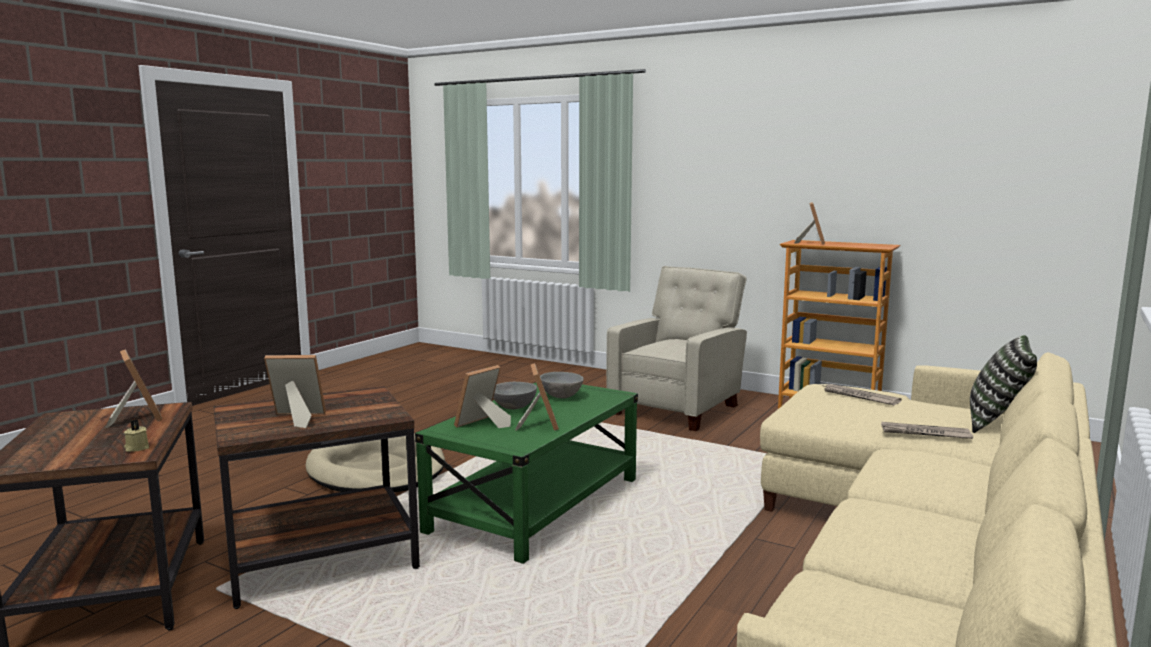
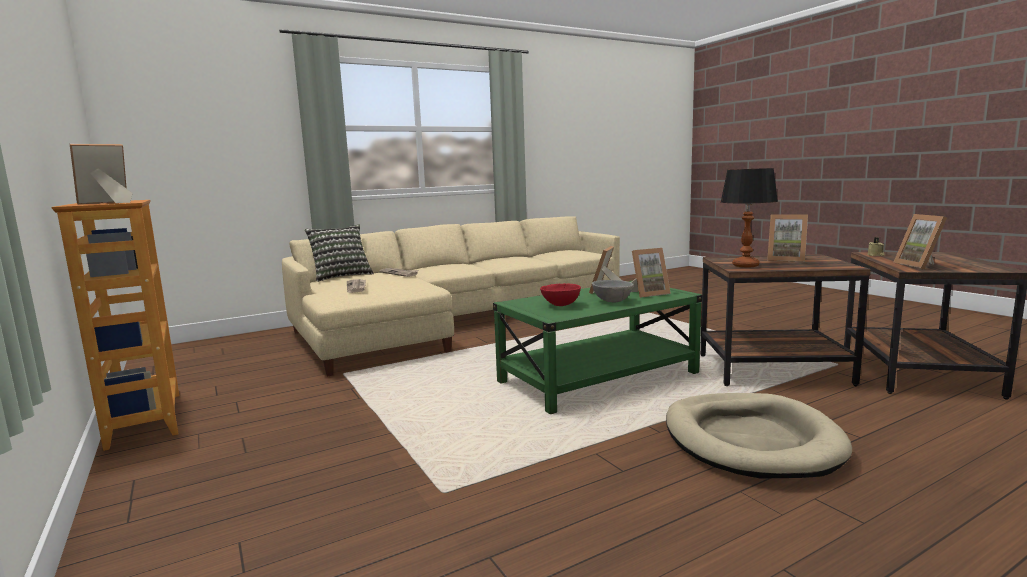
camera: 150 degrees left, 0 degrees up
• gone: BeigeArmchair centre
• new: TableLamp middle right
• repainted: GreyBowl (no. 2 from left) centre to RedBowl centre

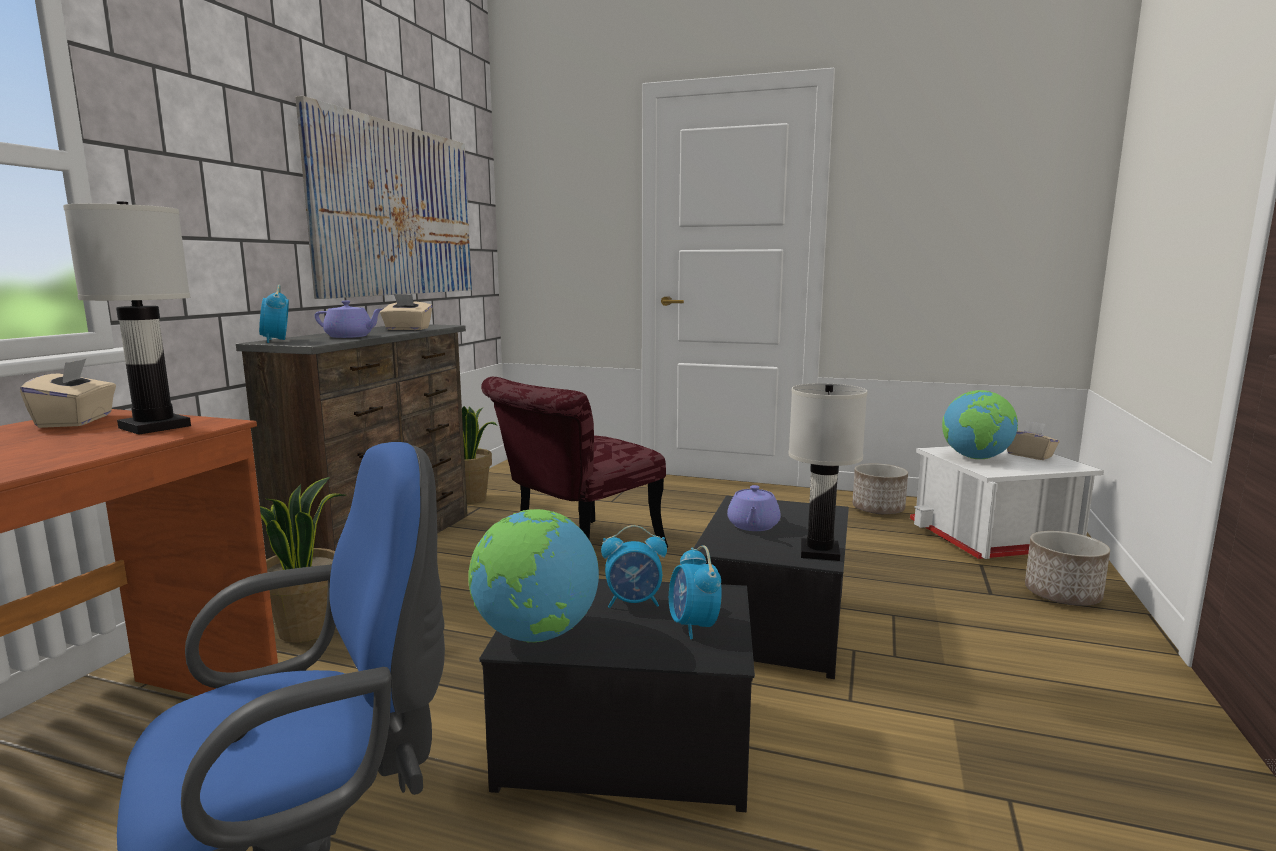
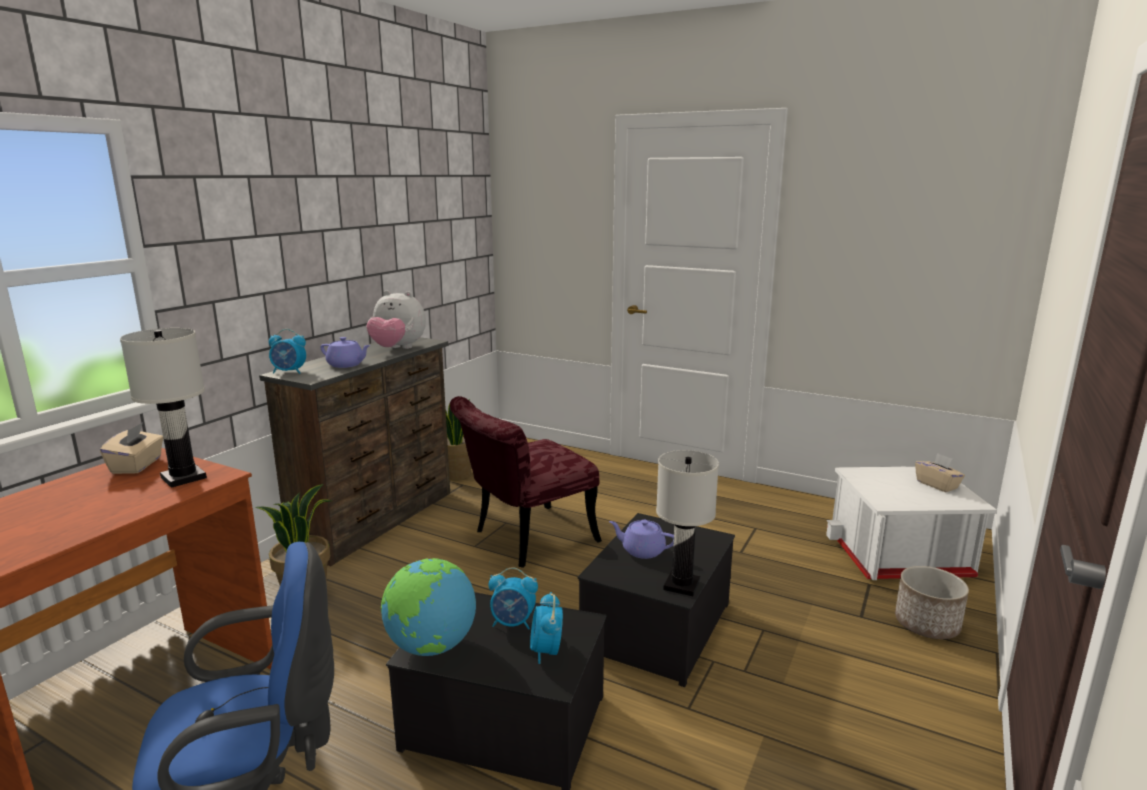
camera: 10 degrees right, 5 degrees up
• gone: Picture top left
• gone: Planter (no. 1 from left) middle right
• gone: Globe (no. 2 from left) middle right
• swapped: BeigeTissueBox (no. 2 from left) middle left to PlushToy centre
• rotated: AlarmClock (no. 1 from left) middle left = middle left 75 degrees counterclockwise
• rotated: PurpleTeapot (no. 2 from left) centre = bottom centre 90 degrees clockwise

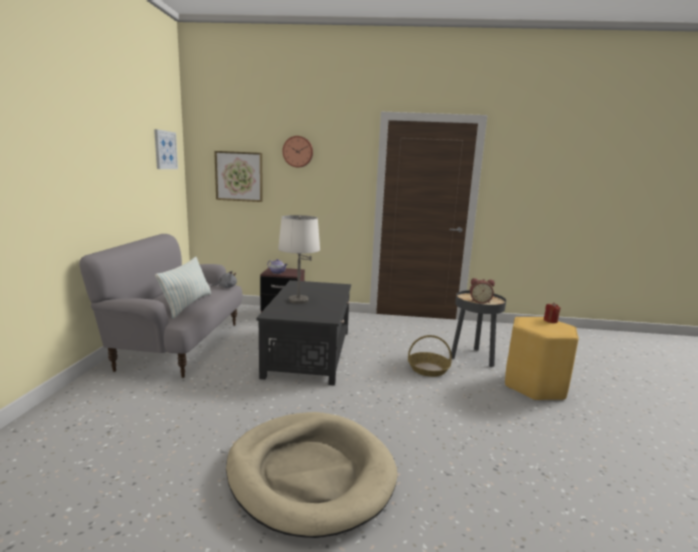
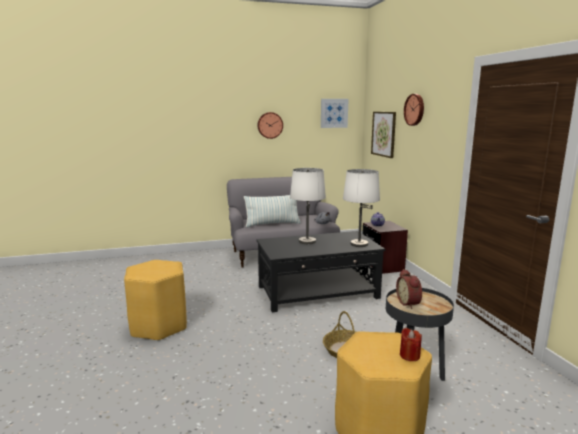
camera: 70 degrees right, 0 degrees up
• new: WallClock (no. 1 from left) top centre
• new: WhiteTableLamp (no. 2 from left) centre
• swapped: BeigeDogBed bottom centre to YellowStool (no. 1 from left) bottom left

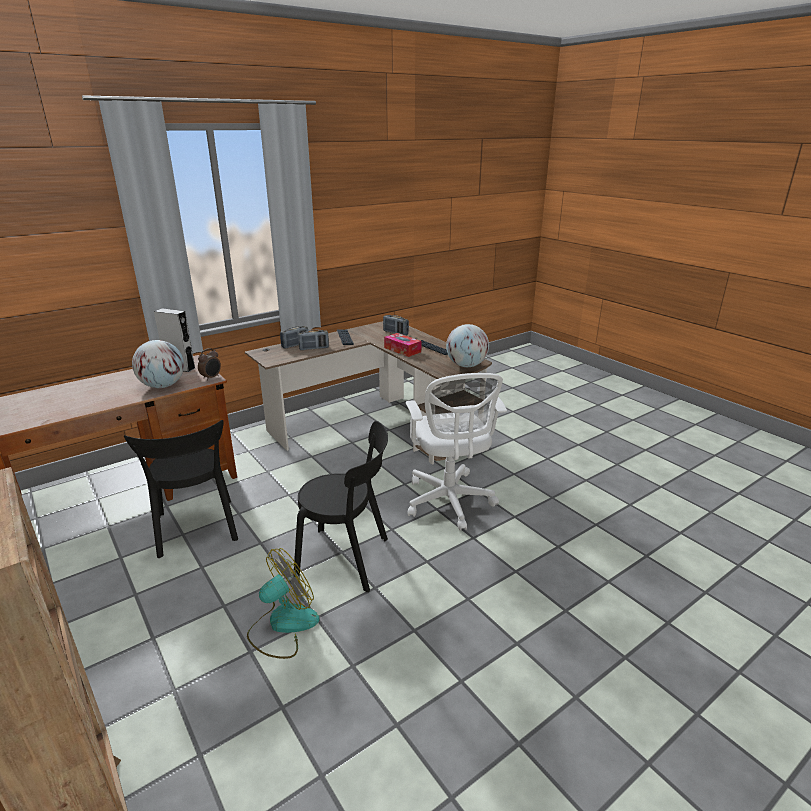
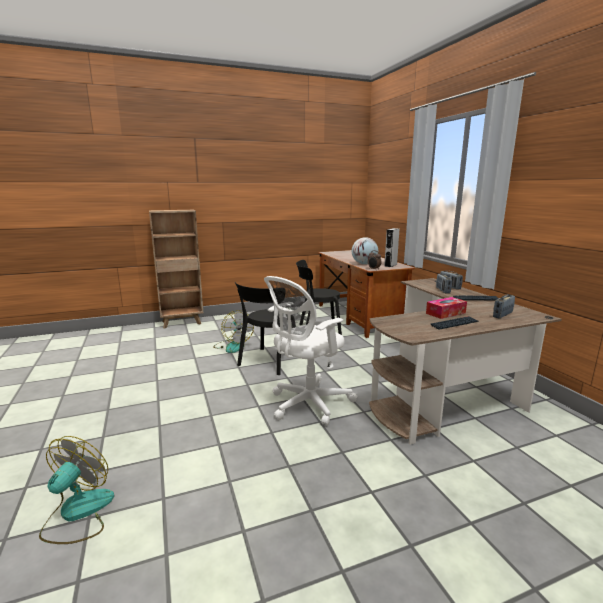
camera: 105 degrees right, 10 degrees down
• gone: Globe (no. 2 from left) centre
• new: Fan (no. 1 from left) bottom left
• rotated: WhiteOfficeChair centre = centre 45 degrees counterclockwise

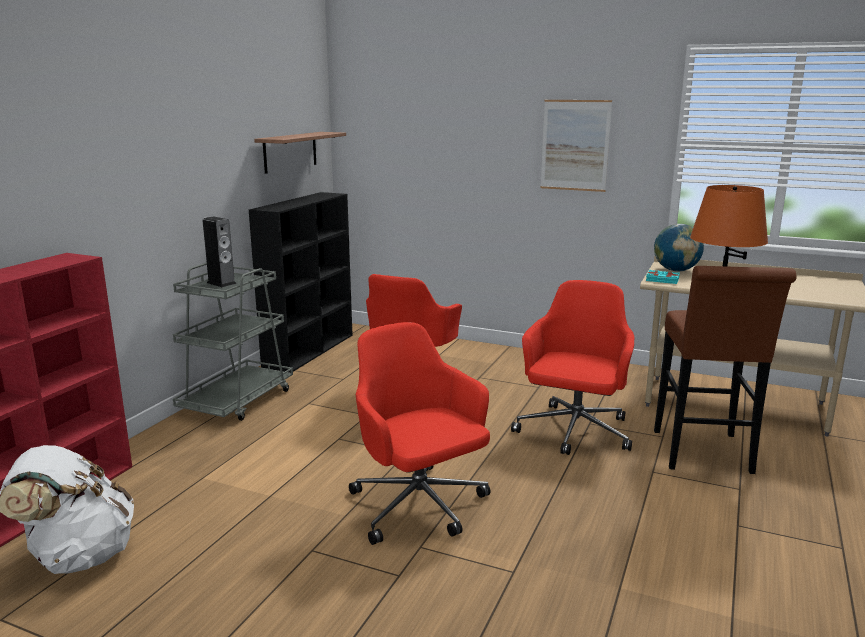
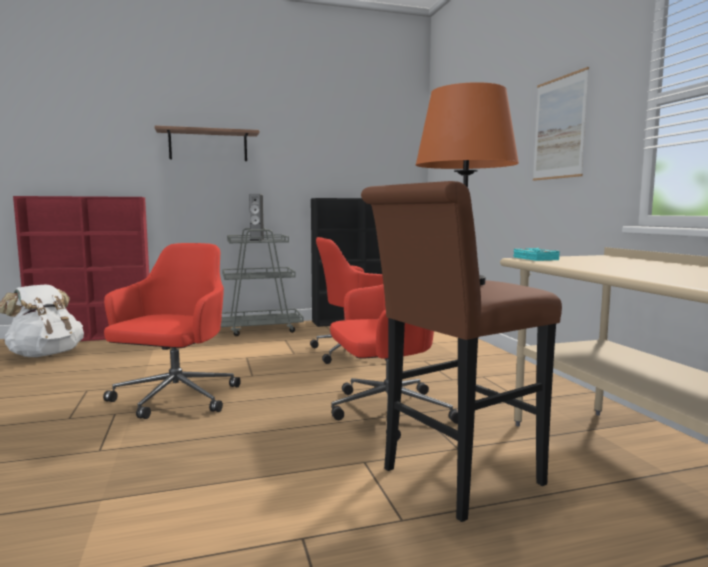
camera: 50 degrees right, 10 degrees down
• gone: Globe middle right
• shifted: Shelf top centre to top left

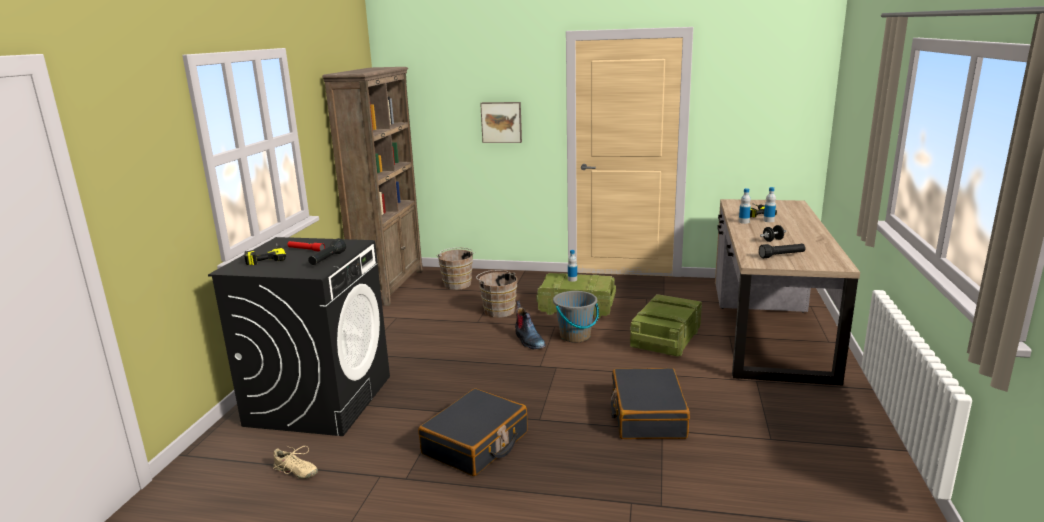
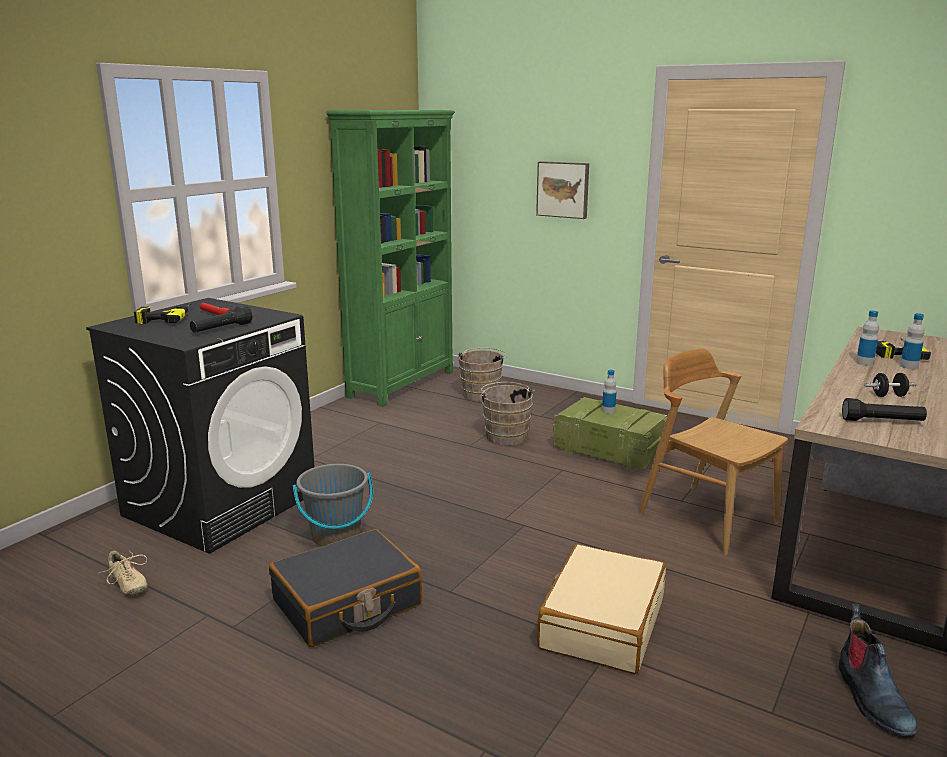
camera: 20 degrees right, 0 degrees up
• shifted: Boot centre to bottom right
• shifted: GreyBucket centre to bottom centre
• swapped: Crate (no. 2 from left) centre to BrownChair middle right
• repainted: BrownBookcase centre to GreenBookcase centre
• repainted: BlackSuitcase (no. 2 from left) bottom centre to BeigeSuitcase bottom centre

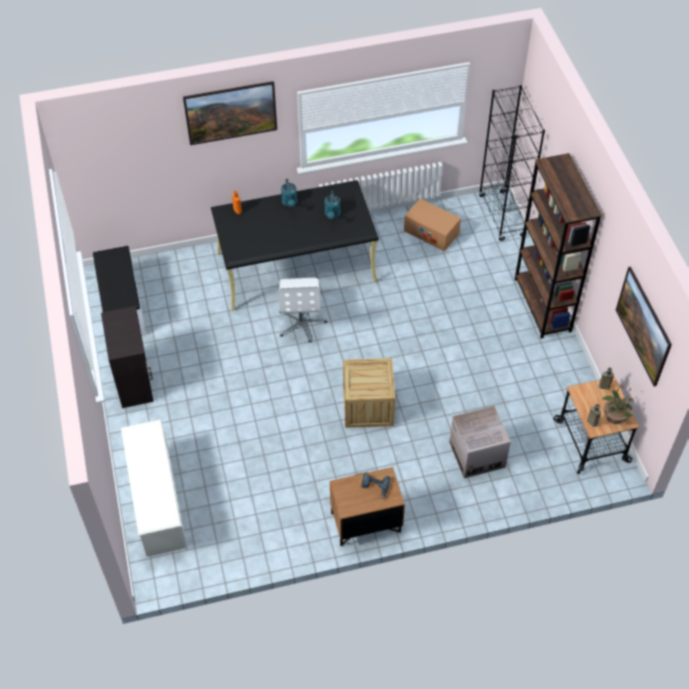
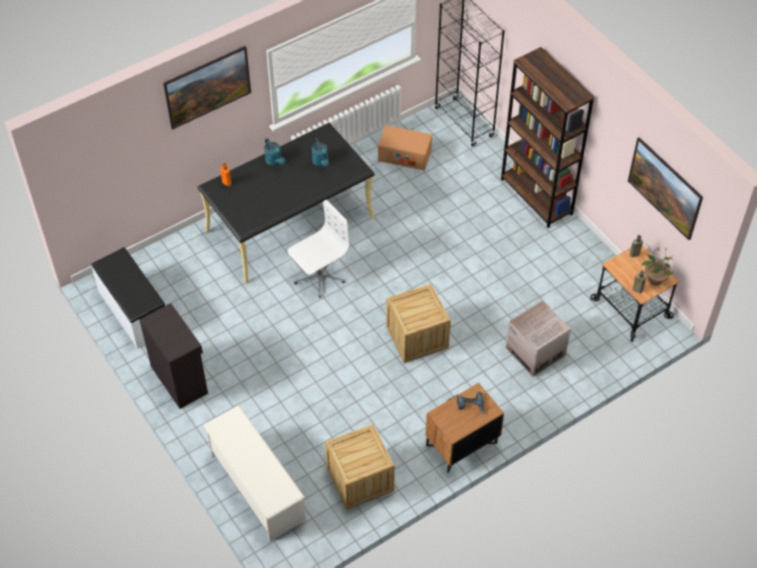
camera: 20 degrees left, 0 degrees up
• new: Crate (no. 1 from left) bottom centre
• rotated: WhiteOfficeChair centre = centre 105 degrees counterclockwise

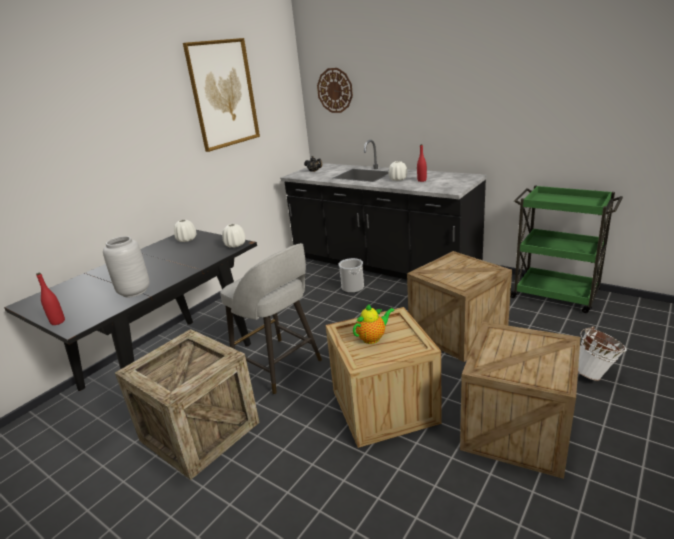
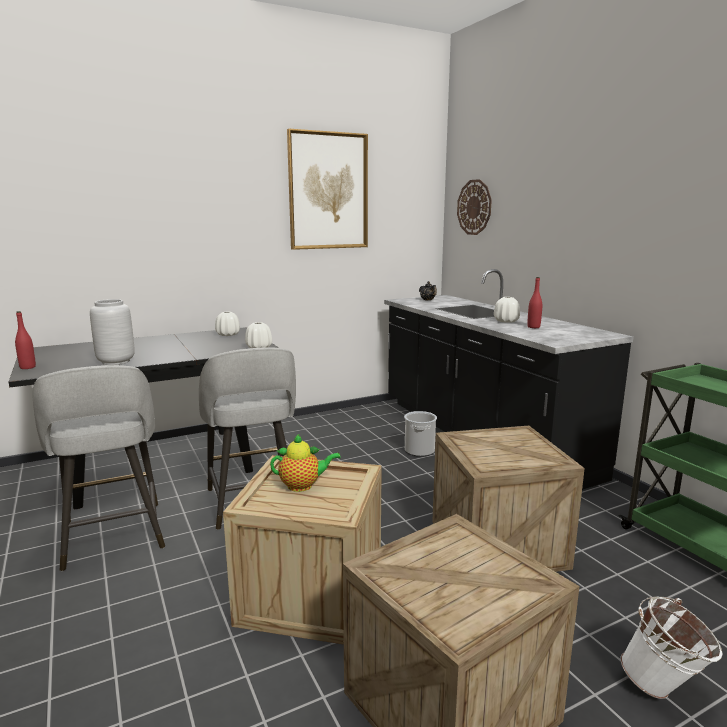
camera: 25 degrees right, 10 degrees down
• swapped: Crate (no. 1 from left) bottom left to GreyStool (no. 1 from left) middle left

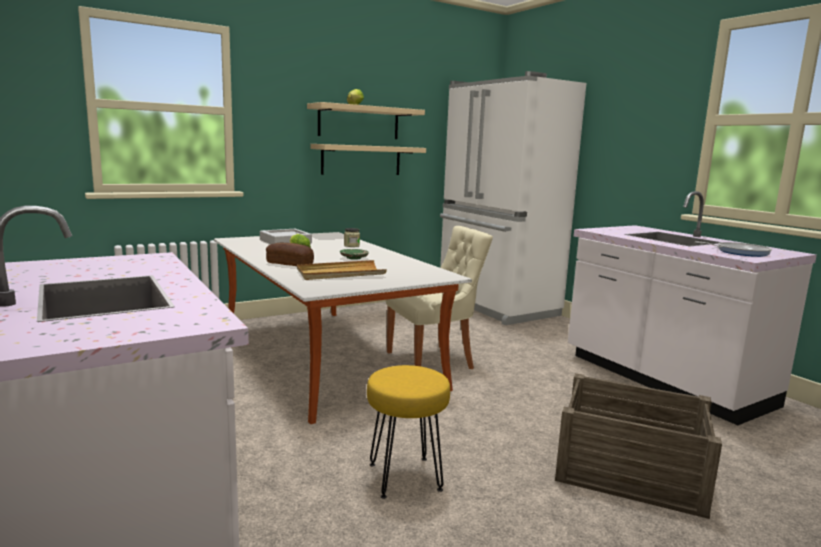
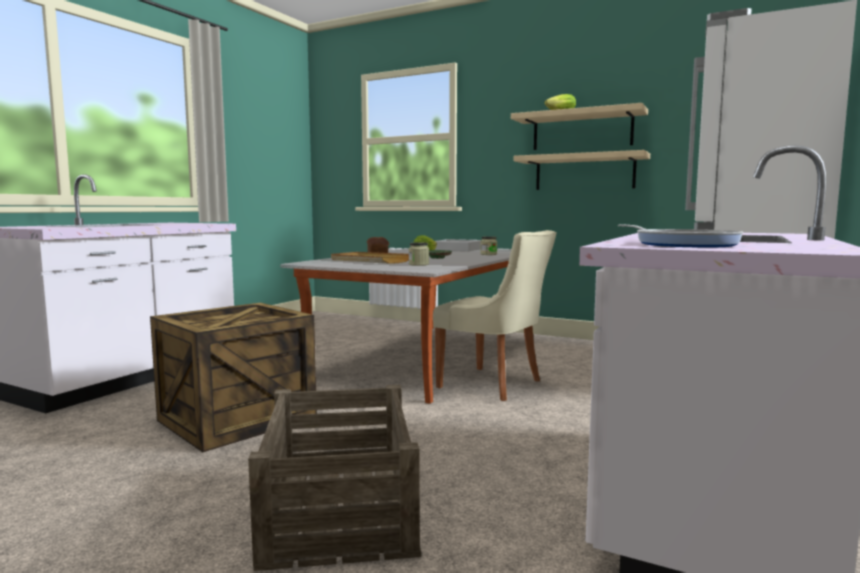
camera: 60 degrees right, 5 degrees down
• new: Jar (no. 1 from left) centre
• swapped: YellowStool bottom centre to Crate (no. 1 from left) middle left

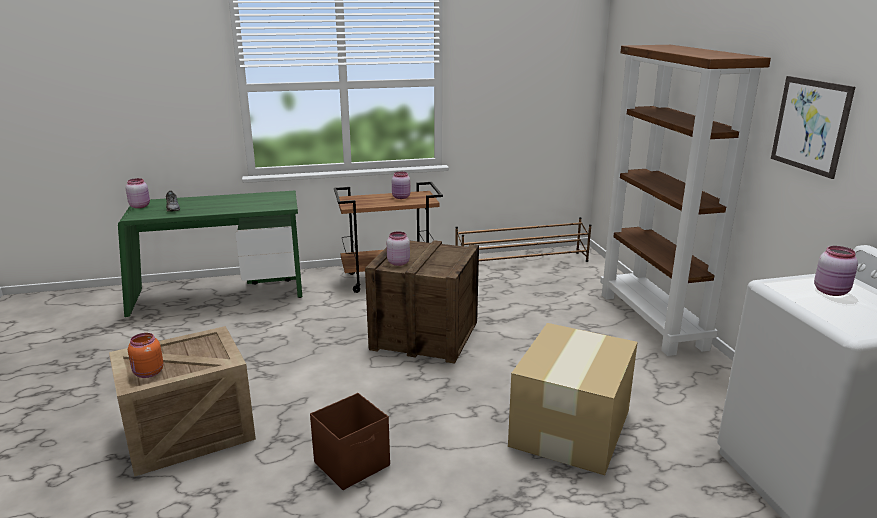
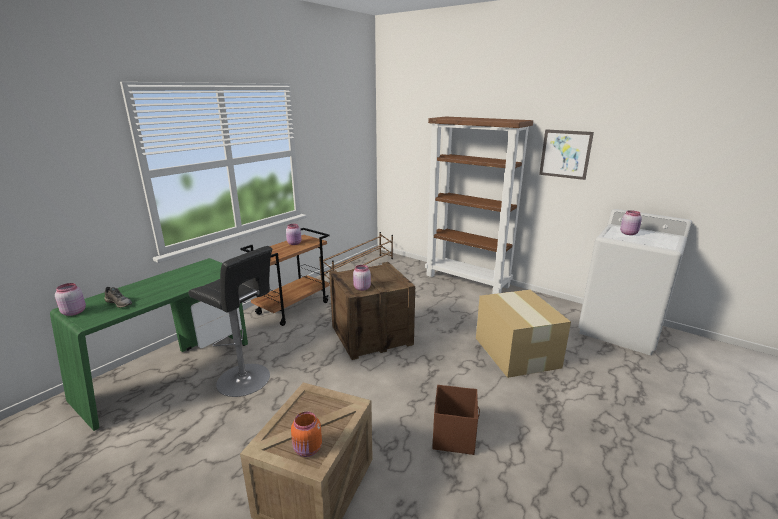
camera: 40 degrees left, 0 degrees up
• new: BlackStool middle left

